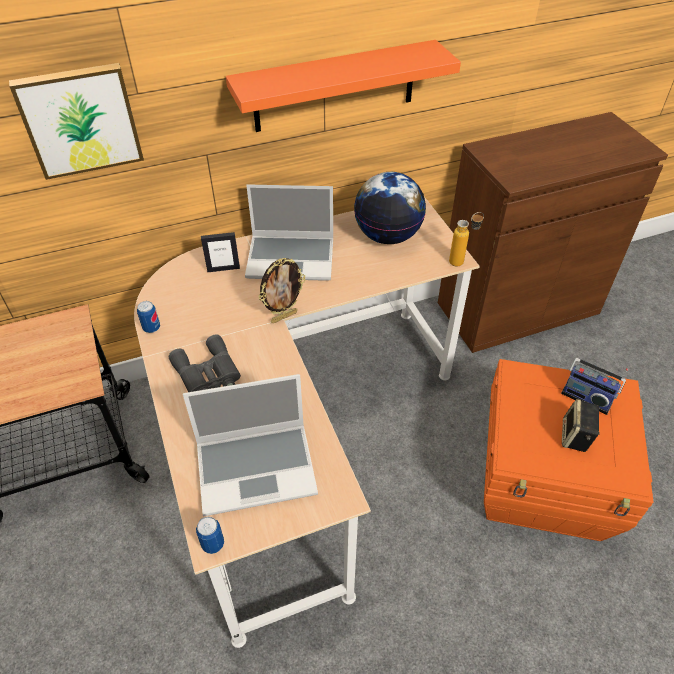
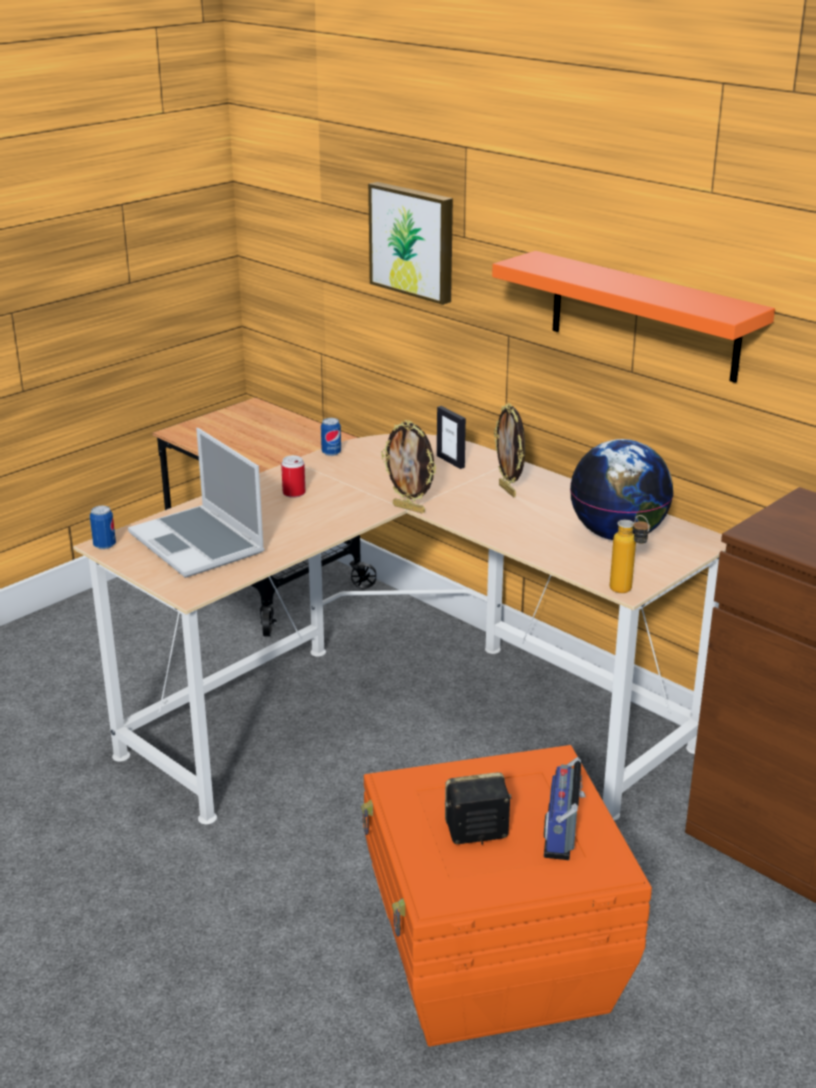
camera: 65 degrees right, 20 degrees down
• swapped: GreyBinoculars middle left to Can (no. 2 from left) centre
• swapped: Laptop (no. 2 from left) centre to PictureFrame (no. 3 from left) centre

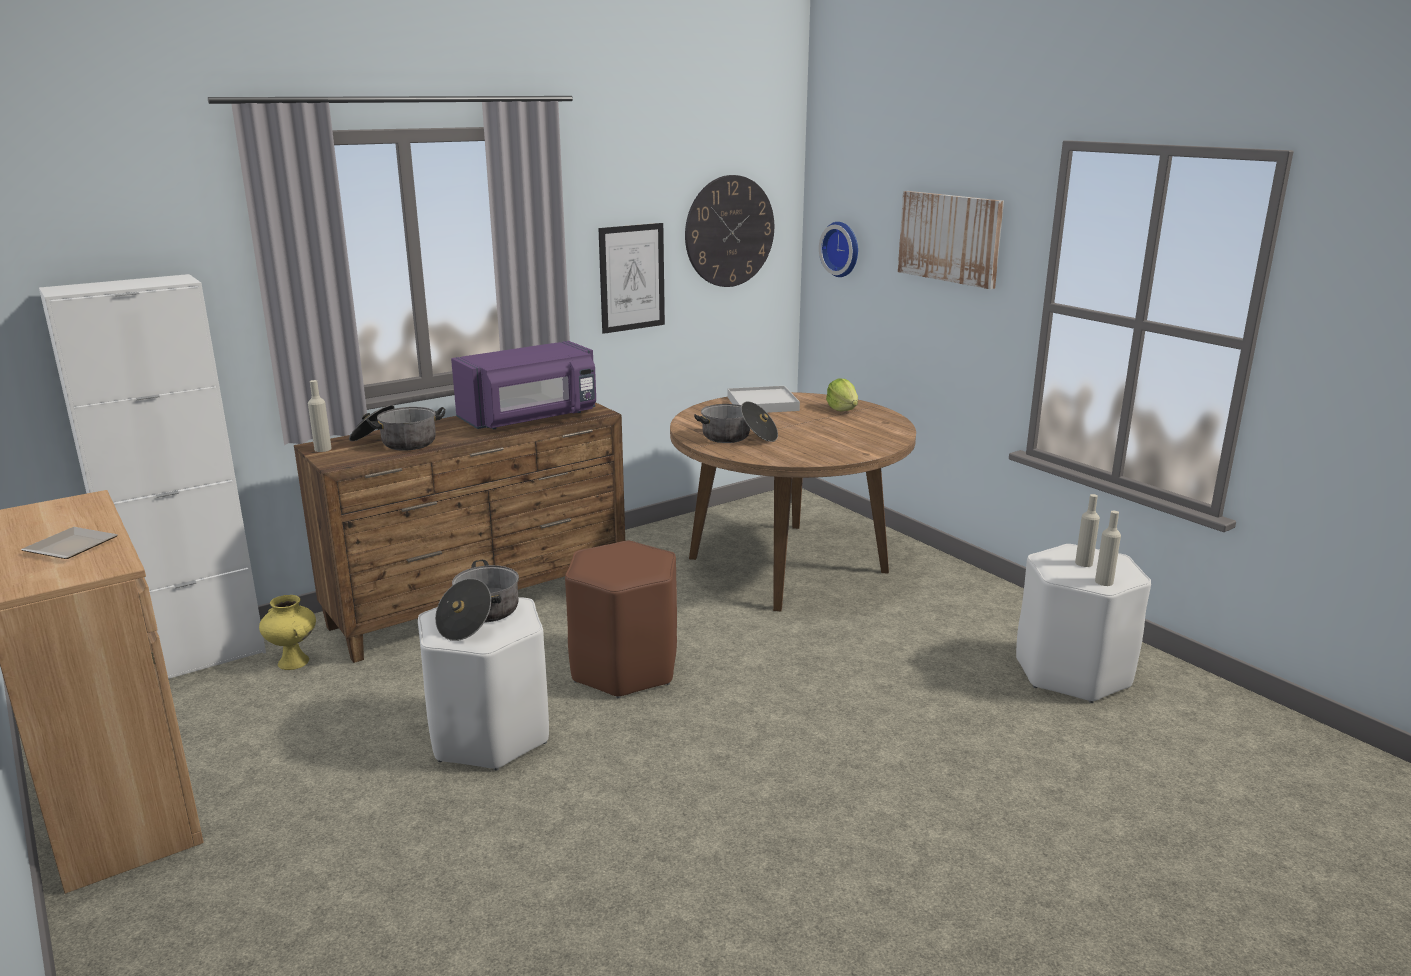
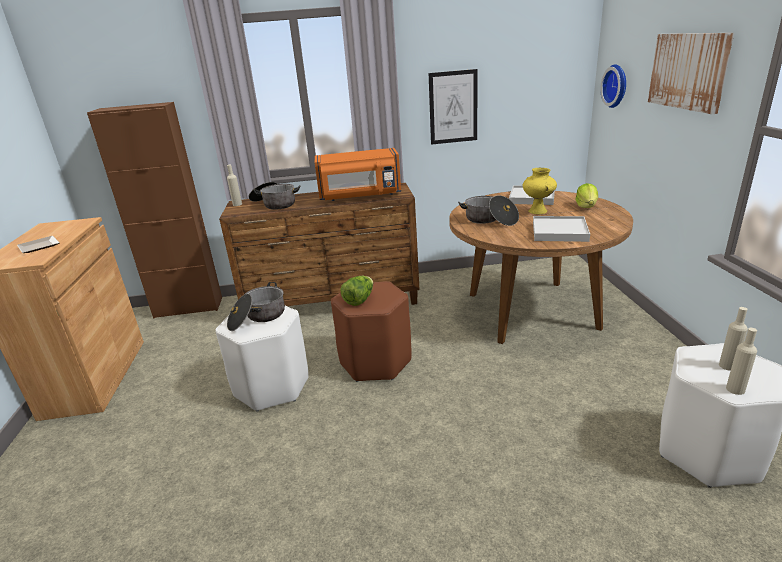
camera: 30 degrees right, 5 degrees up
• gone: WallClock (no. 1 from left) top centre
• new: Lettuce (no. 1 from left) centre
• new: WhiteTray (no. 2 from left) middle right
• shifted: YellowVase middle left to middle right
• repainted: WhiteCabinet middle left to BrownCabinet (no. 2 from left) middle left
• repainted: PurpleMicrowave centre to OrangeMicrowave top centre

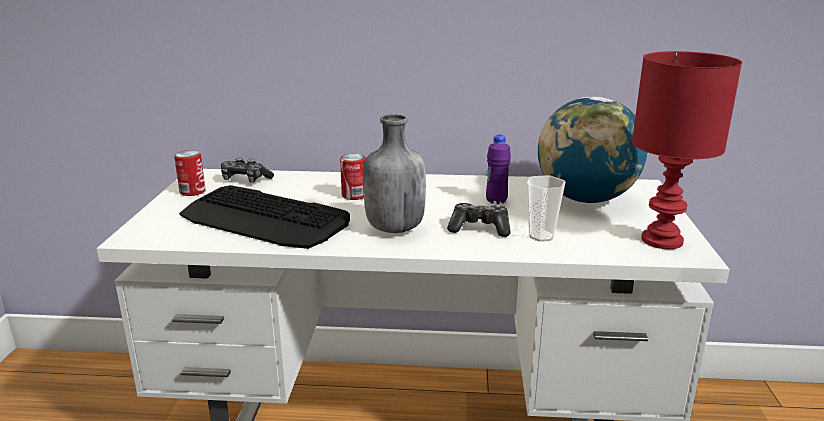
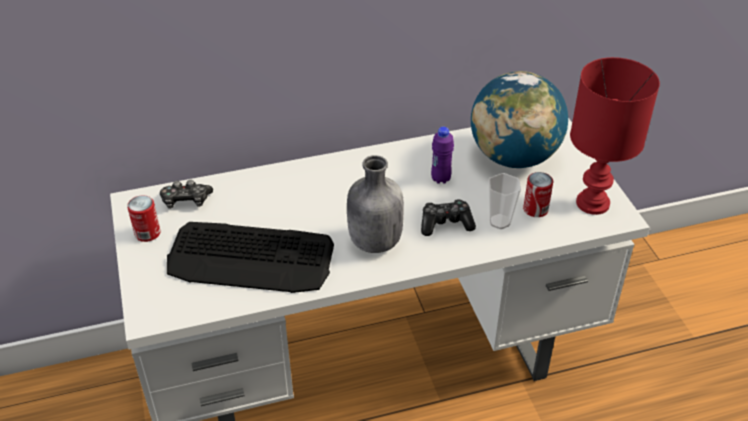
camera: 20 degrees left, 20 degrees up
• shifted: Can (no. 2 from left) centre to middle right

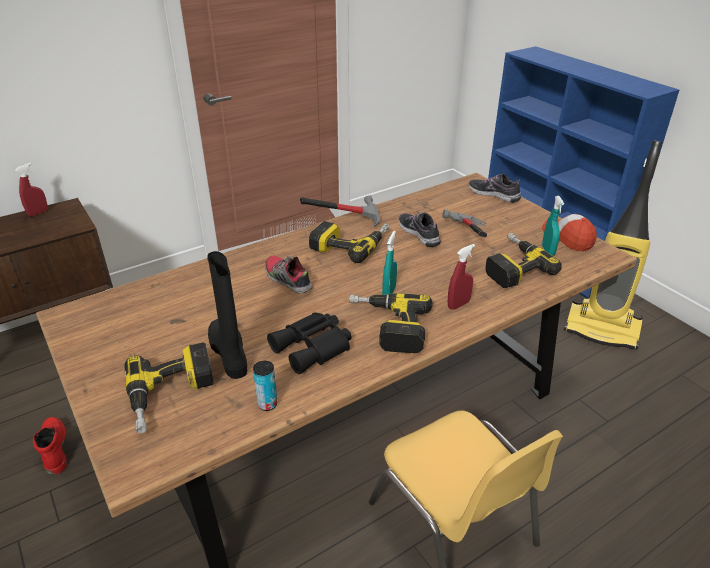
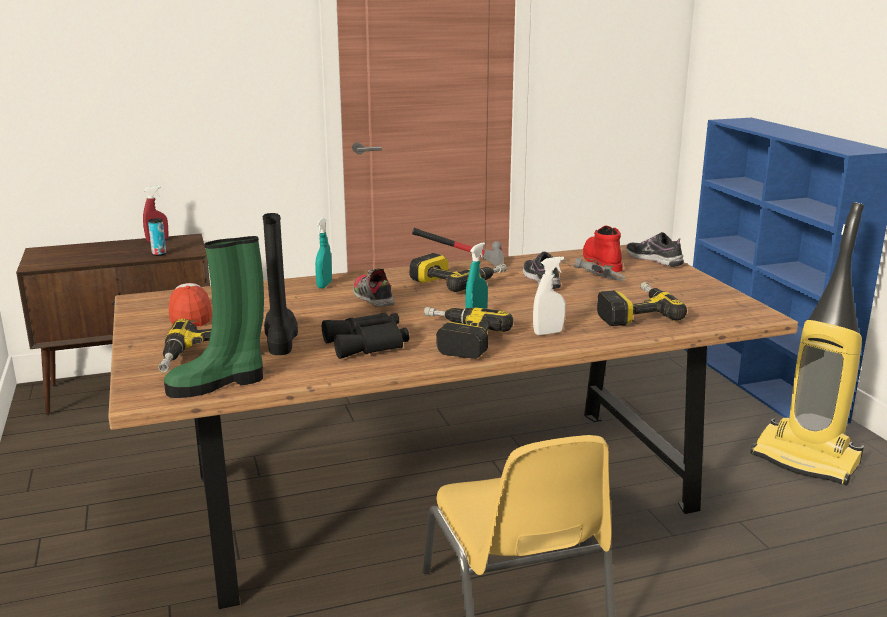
camera: 15 degrees right, 15 degrees down
• new: GreenBoot middle left
• shifted: RedBoot bottom left to middle right
• shifted: Can bottom centre to middle left
• shifted: TurquoiseSprayBottle (no. 2 from left in the first image) middle right to TurquoiseSprayBottle (no. 1 from left) centre
• shifted: Cap middle right to middle left
• repainted: RedSprayBottle (no. 2 from left) centre to WhiteSprayBottle centre

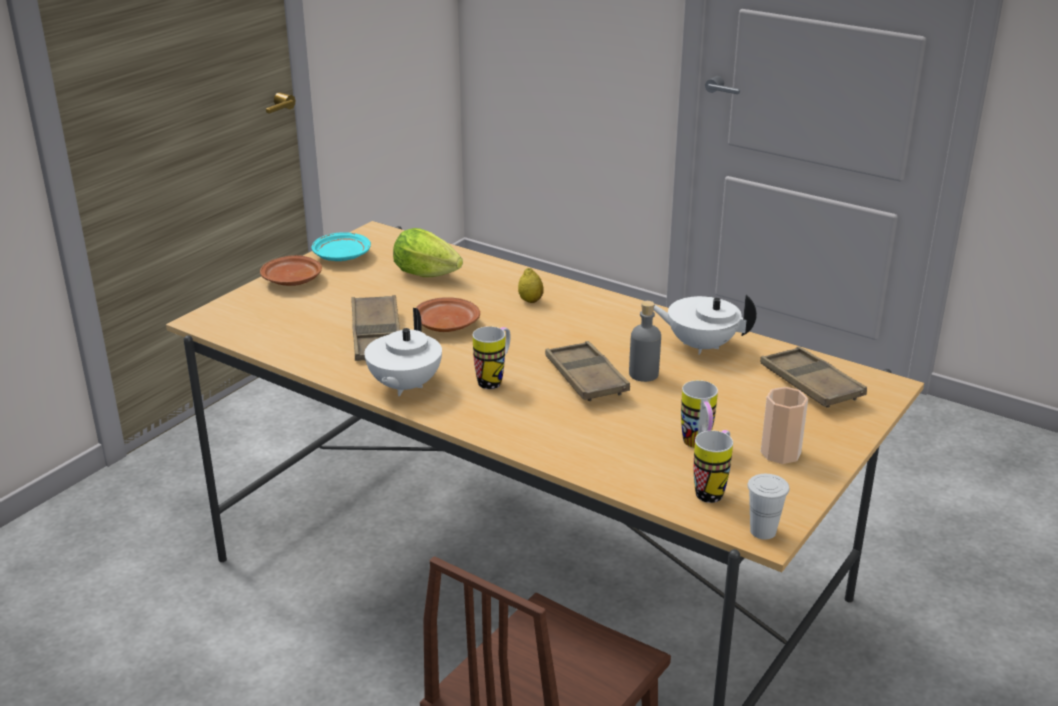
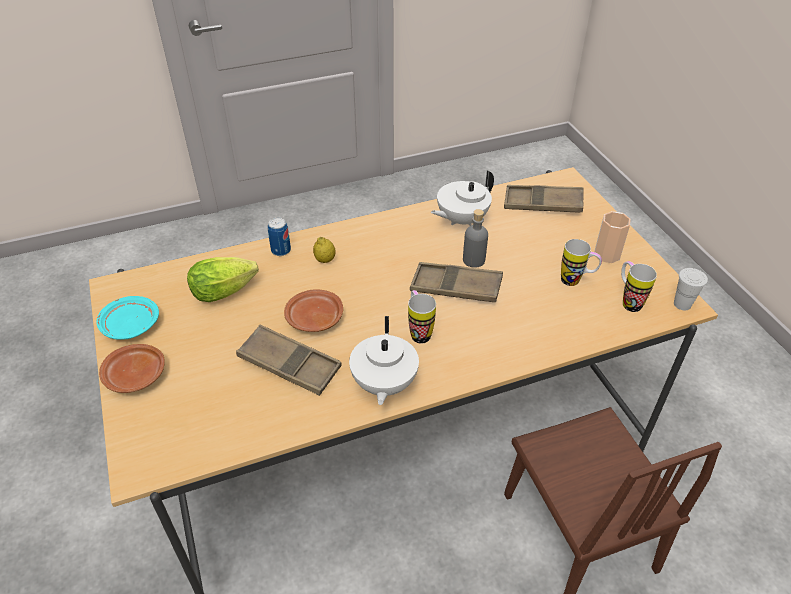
camera: 55 degrees left, 15 degrees up
• new: Can centre
• rotated: WhiteTeapot (no. 1 from left) centre = centre 45 degrees clockwise

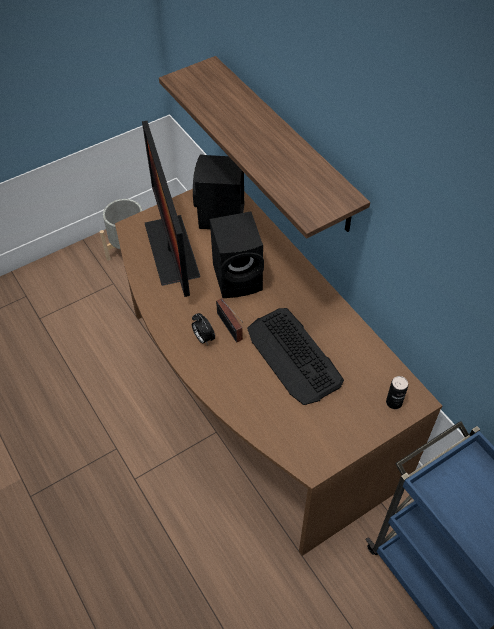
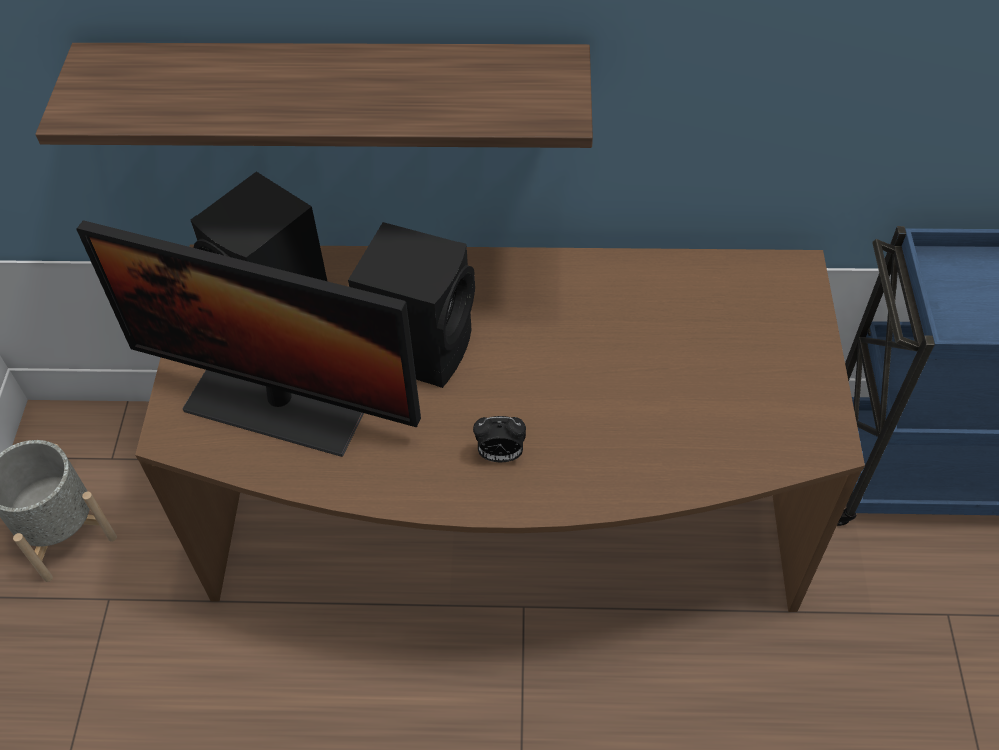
camera: 55 degrees left, 0 degrees up
• gone: Radio centre
• gone: Keyboard centre
• gone: Can middle right

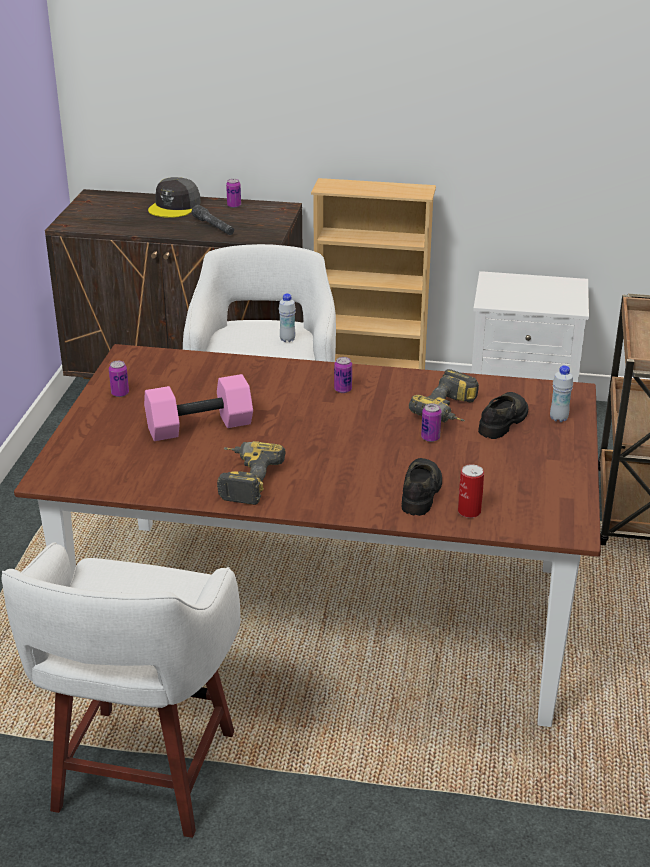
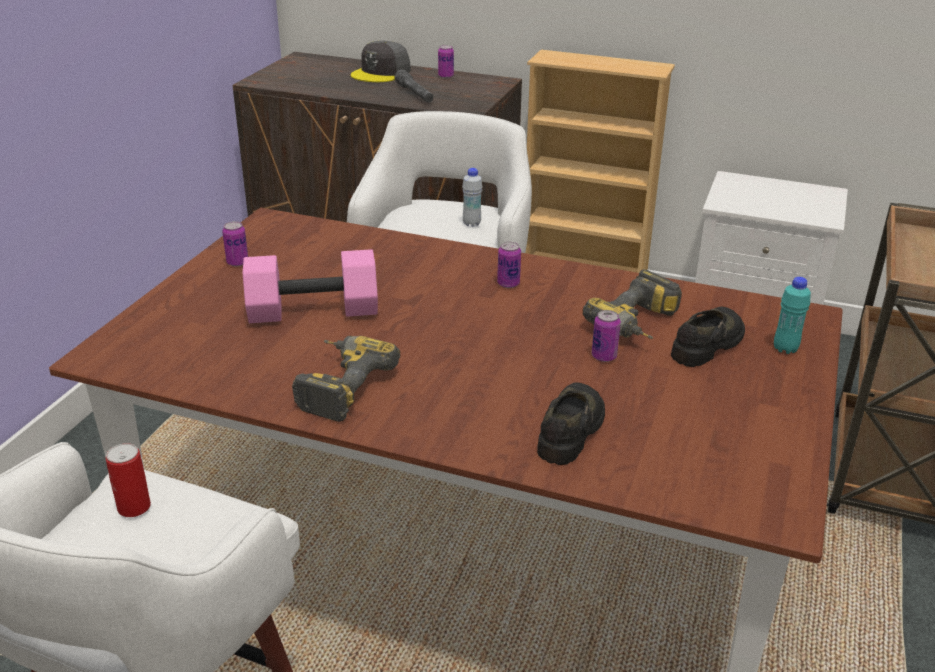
camera: 10 degrees right, 0 degrees up
• shifted: Can (no. 5 from left in the first image) middle right to Can (no. 1 from left) bottom left
• repainted: WhiteBottle (no. 2 from left) middle right to TurquoiseBottle middle right

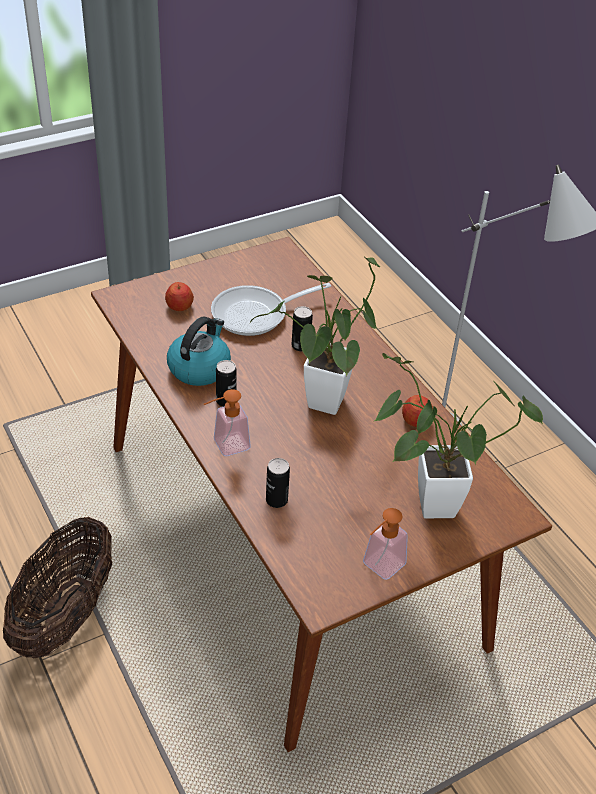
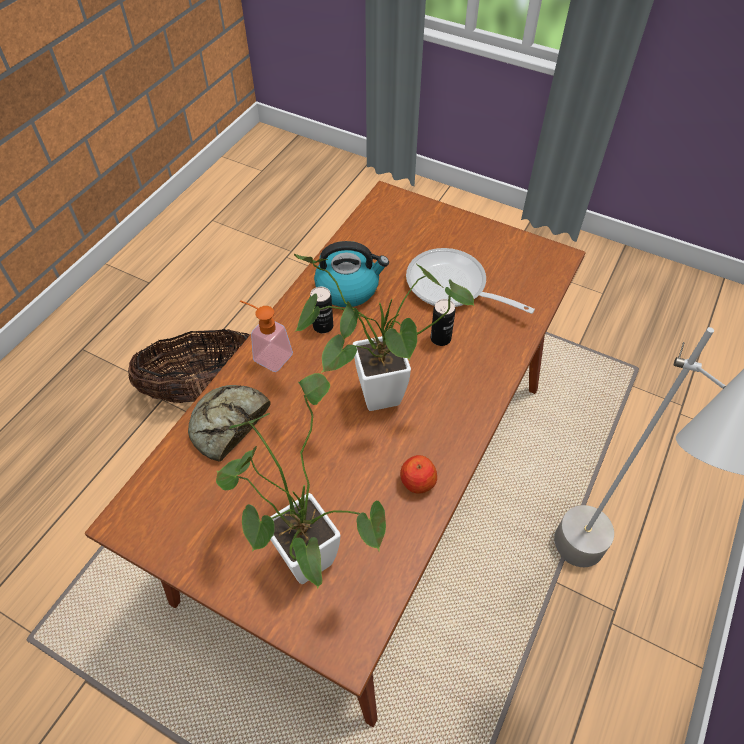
camera: 60 degrees right, 10 degrees up
• gone: Apple (no. 1 from left) middle left
• gone: SoapDispenser (no. 2 from left) bottom centre
• swapped: Can (no. 2 from left) centre to Bread middle left

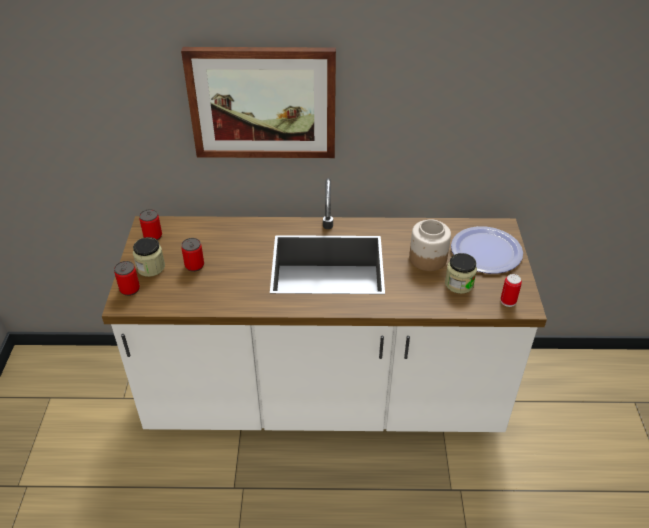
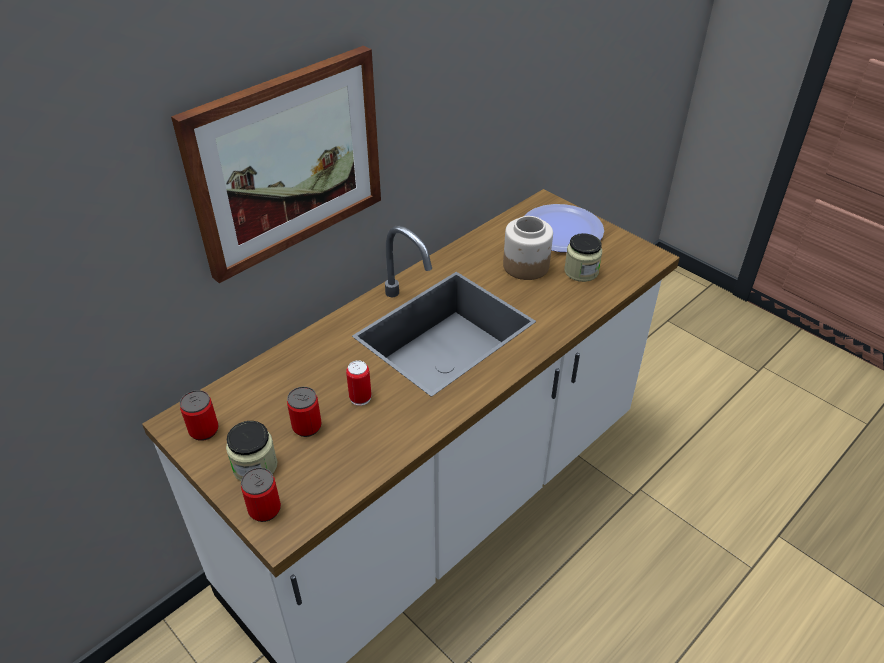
camera: 45 degrees left, 0 degrees up
• shifted: Can (no. 4 from left) middle right to centre

